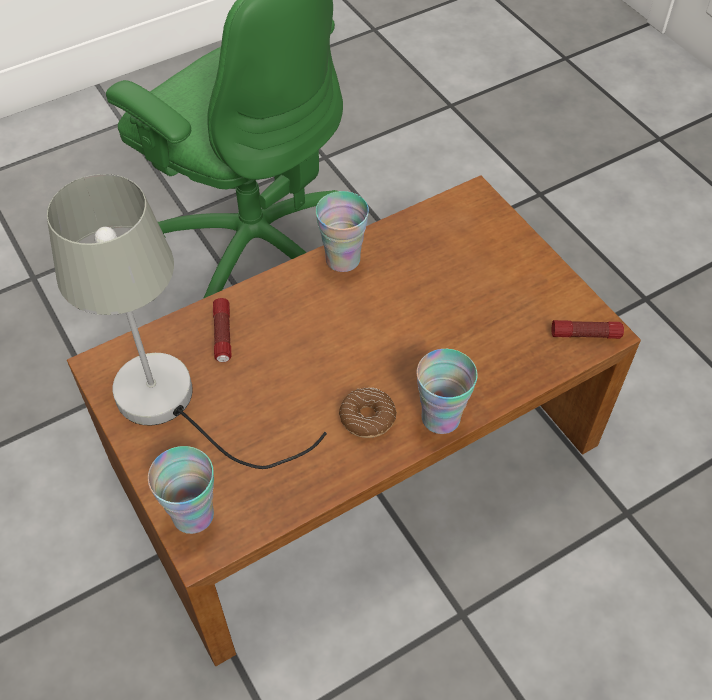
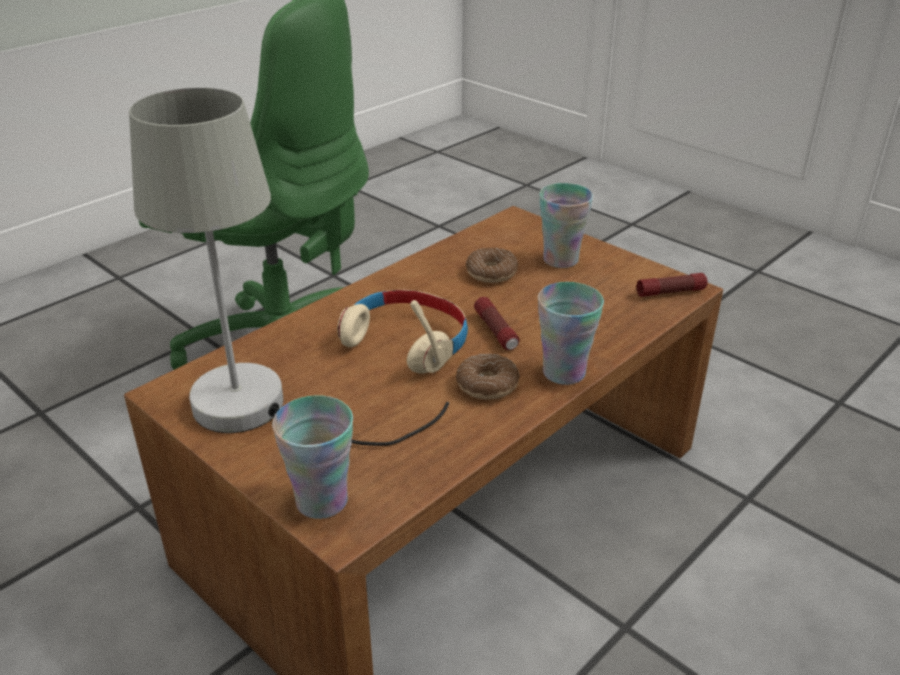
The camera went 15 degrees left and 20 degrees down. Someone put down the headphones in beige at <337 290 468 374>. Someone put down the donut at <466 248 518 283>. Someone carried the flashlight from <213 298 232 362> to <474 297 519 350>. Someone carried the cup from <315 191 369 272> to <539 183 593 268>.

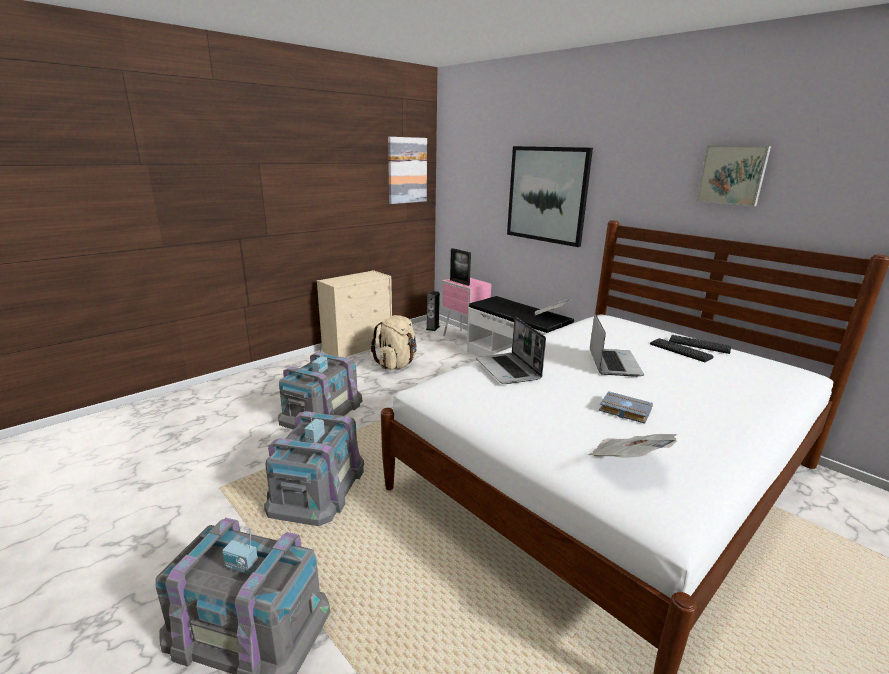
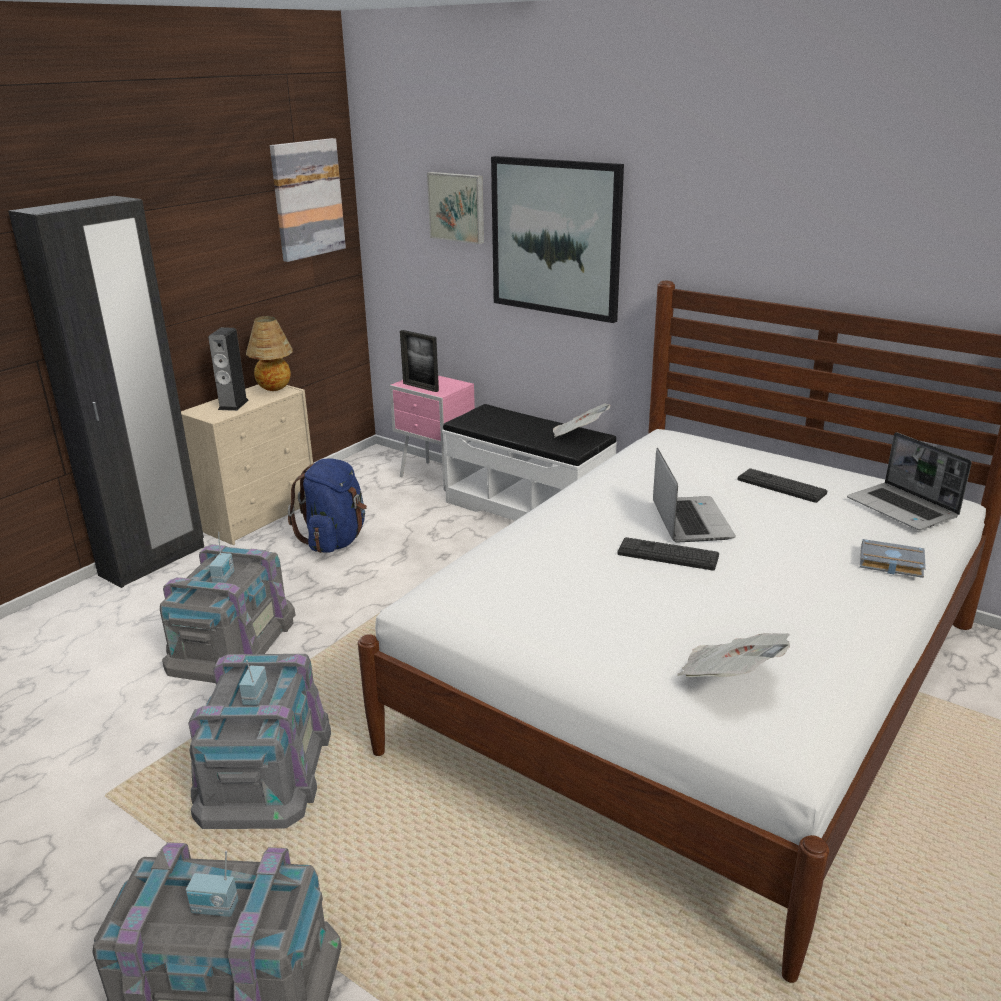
The camera went 10 degrees left and 5 degrees up. Someone put down the wardrobe in black at <8 196 204 588>. Someone put down the table lamp at <246 316 293 391>. Someone carried the speaker from <426 291 440 331> to <208 327 249 411>. Someone carried the laptop from <476 317 546 384> to <847 432 972 530>. Someone carried the book in grey from <599 391 653 424> to <860 539 926 578>. Someone carried the keyboard from <669 335 731 354> to <617 537 719 571>. Someone carried the picture from <696 145 771 206> to <427 172 484 244>. Someone repainted the backpack in beige at <371 315 417 370>, which became the backpack in blue at <288 458 367 553>.

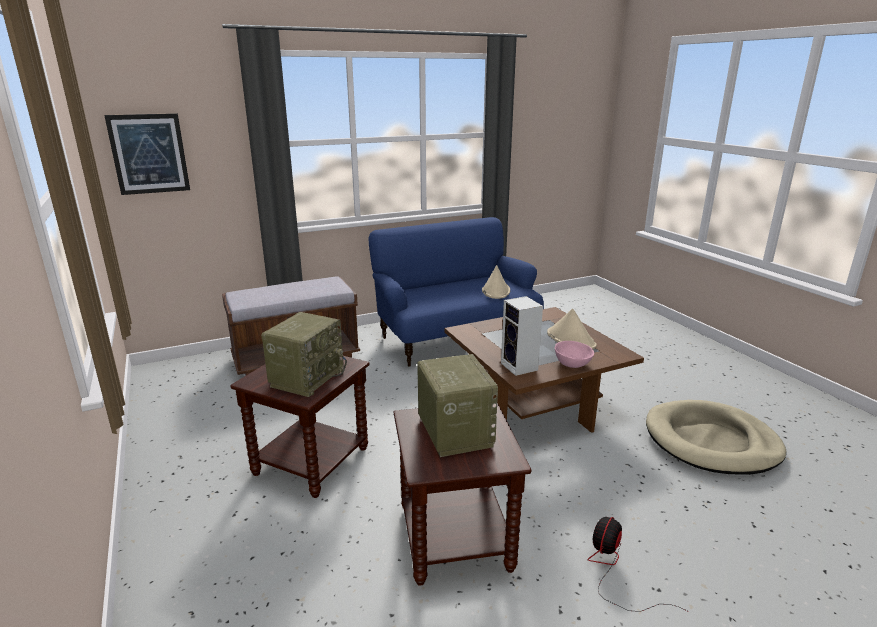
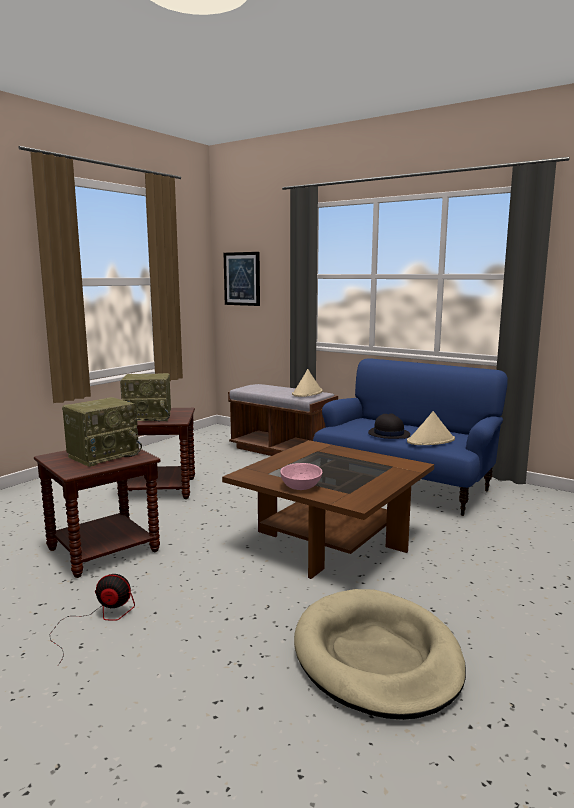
The camera went 60 degrees right and 10 degrees down. Someone took away the speaker at <501 296 543 376>. Someone put down the hat in black at <368 413 410 439>. Someone carried the hat in beige from <547 308 597 349> to <292 369 323 397>.

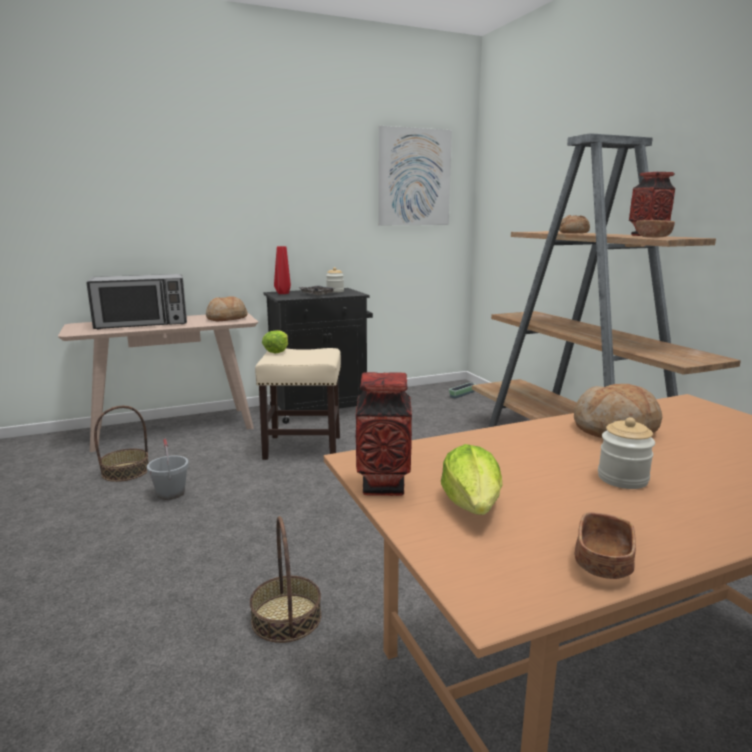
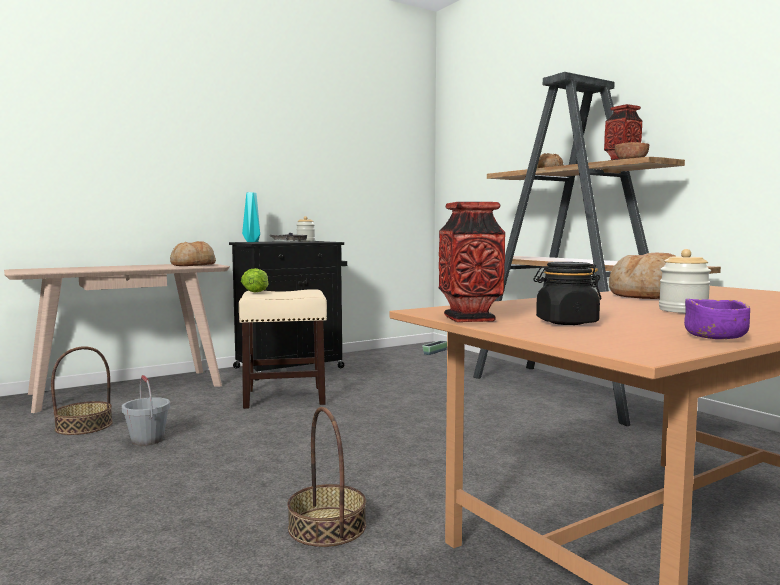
The camera went 10 degrees left and 10 degrees down. Someone took away the microwave at <86 274 187 329>. Someone took away the picture at <379 126 452 225>. Someone swapped the lettuce at <441 444 502 515> for the jar in black at <533 262 601 325>. Someone repainted the vase in red at <274 246 291 294>, which became the vase in turquoise at <242 192 260 242>. Someone repainted the bowl in brown at <575 512 636 579>, which became the bowl in purple at <684 299 750 339>.

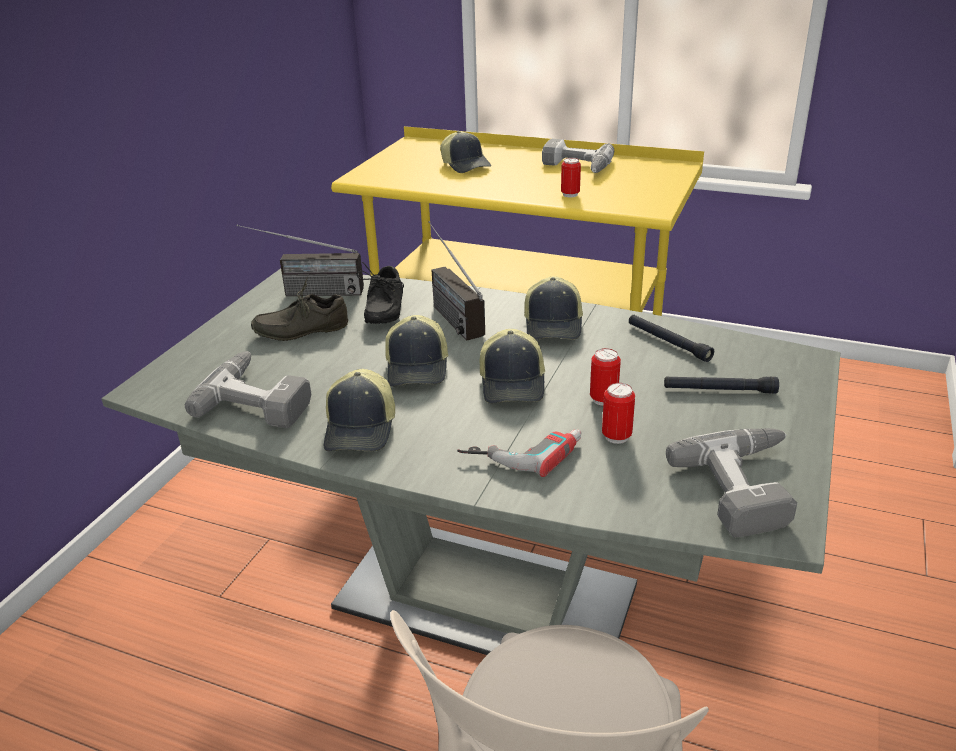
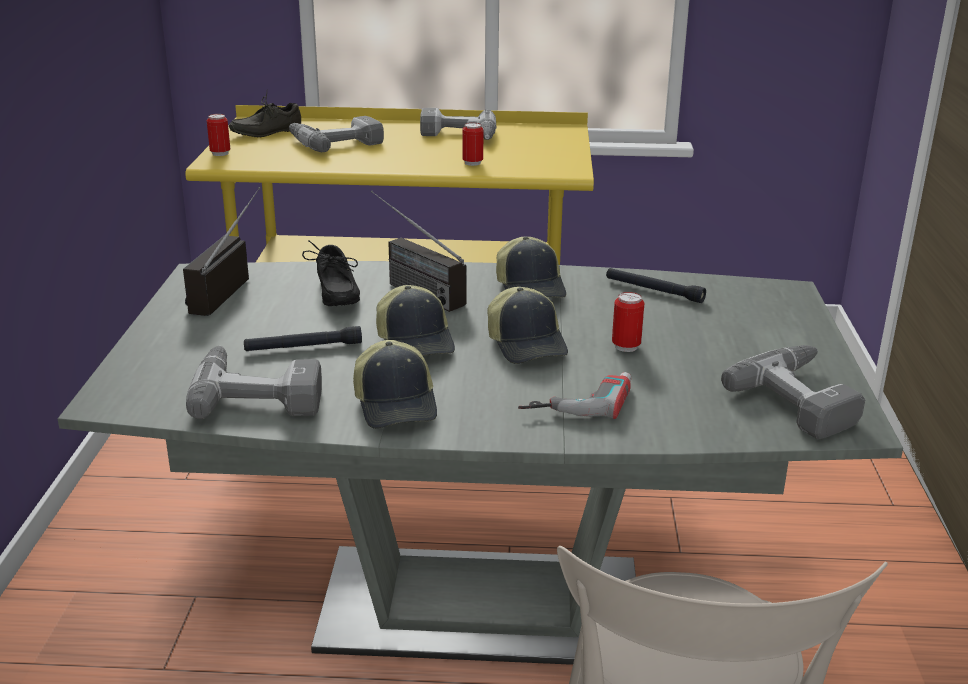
The camera went 20 degrees left and 5 degrees down. Someone carried the shoe in grey from <251 278 348 341> to <229 93 301 138>. Someone carried the can from <602 383 635 444> to <207 114 230 156>. Someone carried the flashlight in black from <664 376 779 394> to <244 326 362 351>. Someone swapped the cap at <440 131 491 173> for the power drill at <289 116 384 152>. Someone rotated the radio at <237 225 364 296> by 120 degrees clockwise.

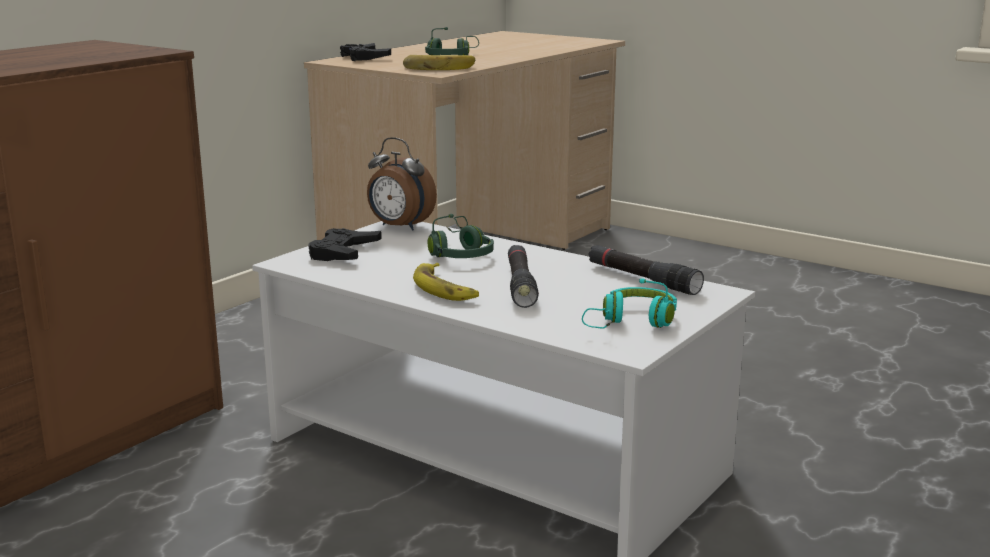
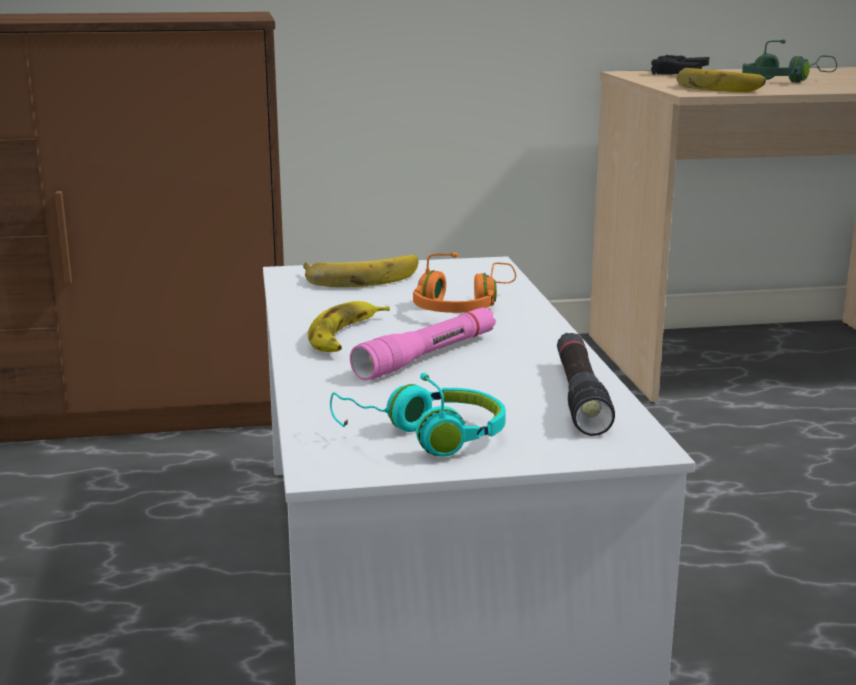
The camera went 45 degrees right and 0 degrees up. Someone took away the alarm clock at <367 137 437 231>. Someone swapped the game controller in black at <308 228 382 261> for the banana at <303 255 419 287>. Someone repainted the headphones in green at <428 214 494 258>, which became the headphones in orange at <413 252 516 313>. Someone repainted the flashlight in black at <508 245 539 308>, which became the flashlight in pink at <350 307 496 381>.

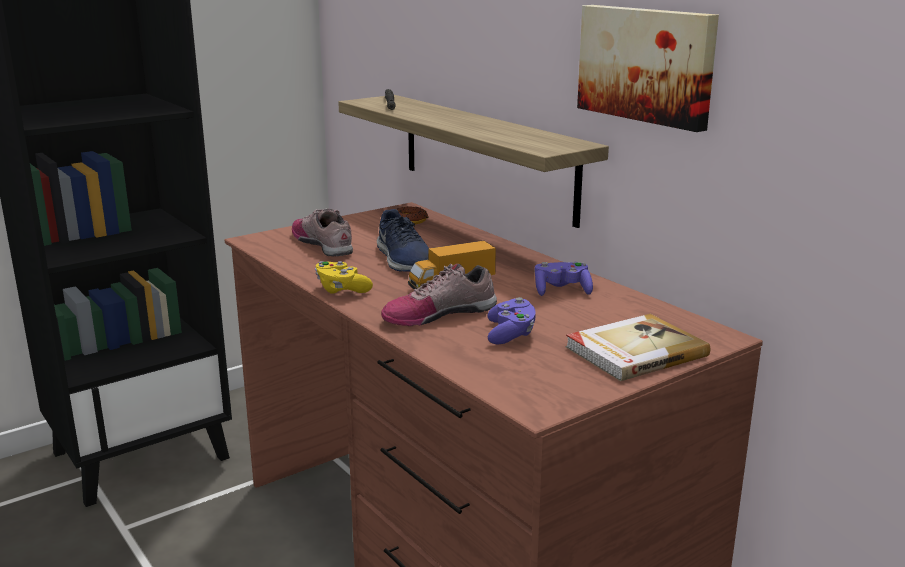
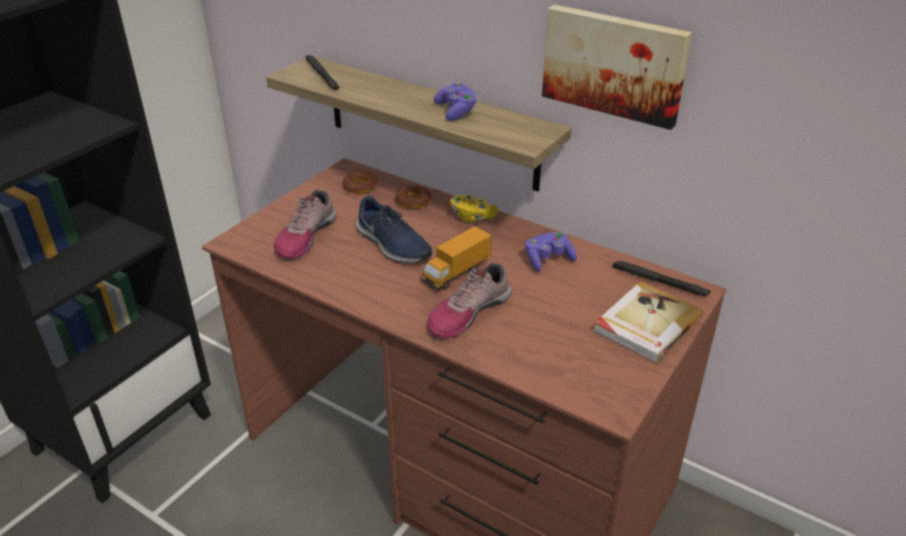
The camera went 20 degrees left and 15 degrees up. Someone put down the donut at <395 186 431 209>. Someone put down the flashlight in black at <612 261 711 296>. Someone carried the game controller in yellow from <315 261 373 294> to <450 195 498 223>. Someone carried the game controller in purple from <487 297 536 344> to <434 82 477 121>. Someone rotated the shoe at <292 209 353 257> by 105 degrees counterclockwise.

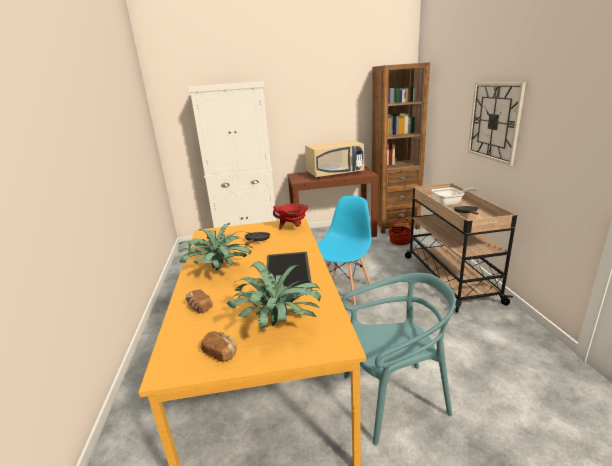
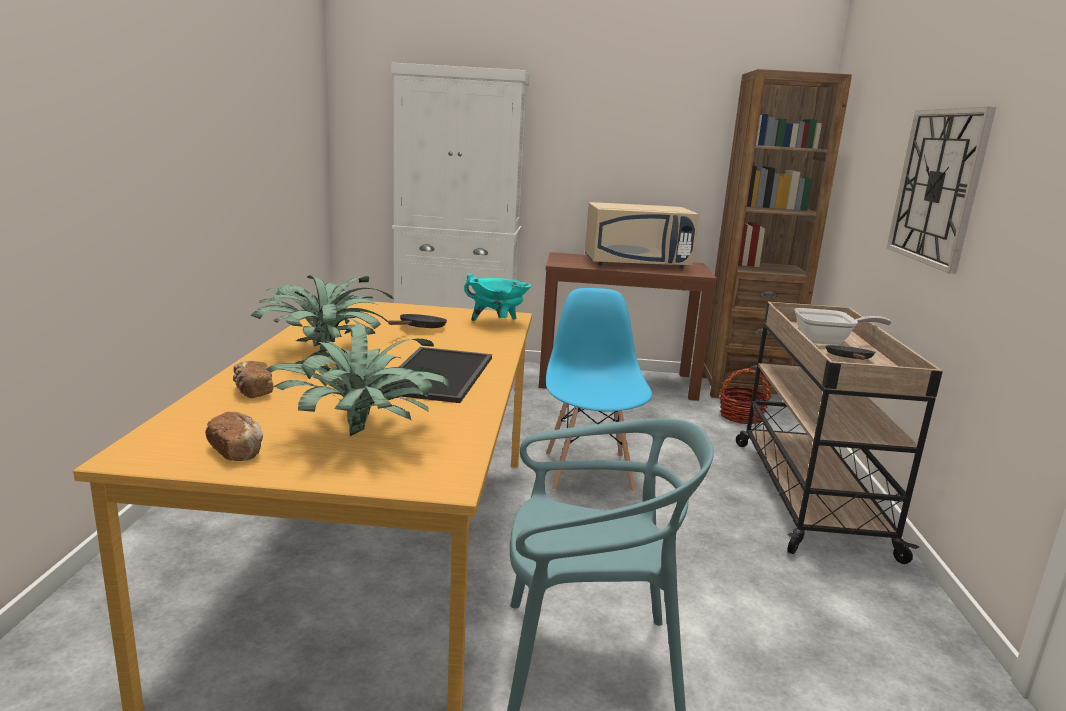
The camera went 10 degrees right and 5 degrees down. Someone repainted the cooking pot in red at <273 203 309 230>, which became the cooking pot in turquoise at <464 274 531 321>. Someone rotated the chair in blue at <317 196 371 305> by 45 degrees counterclockwise.

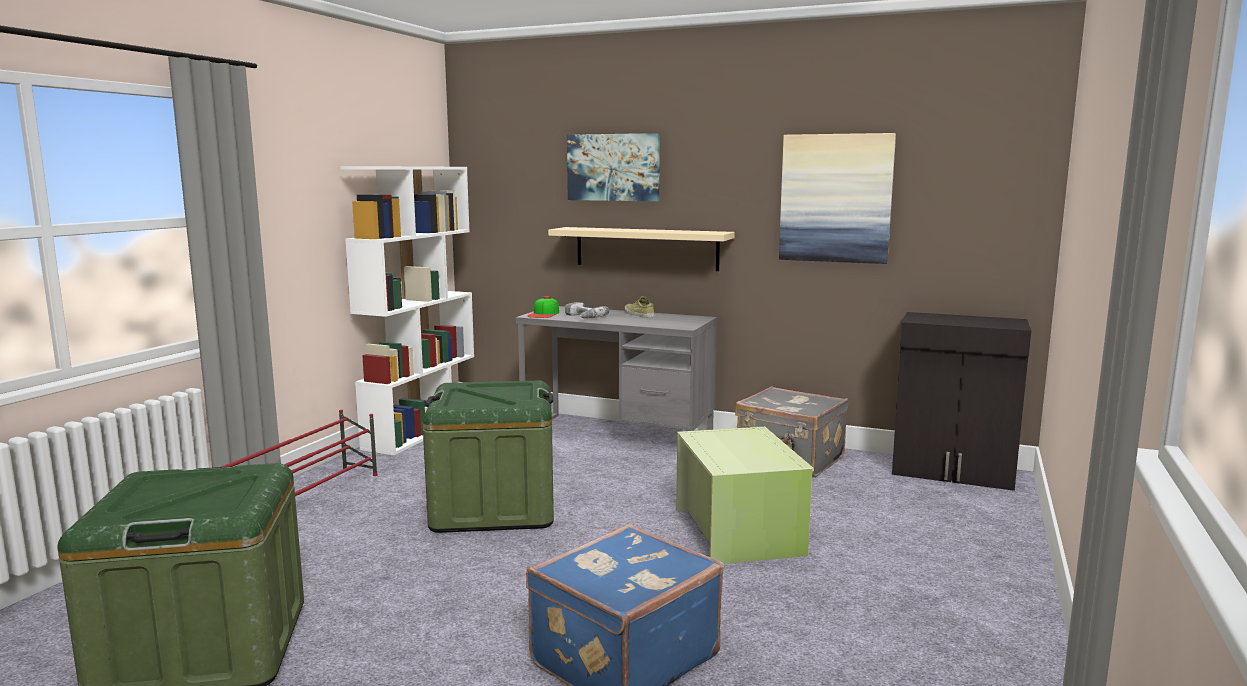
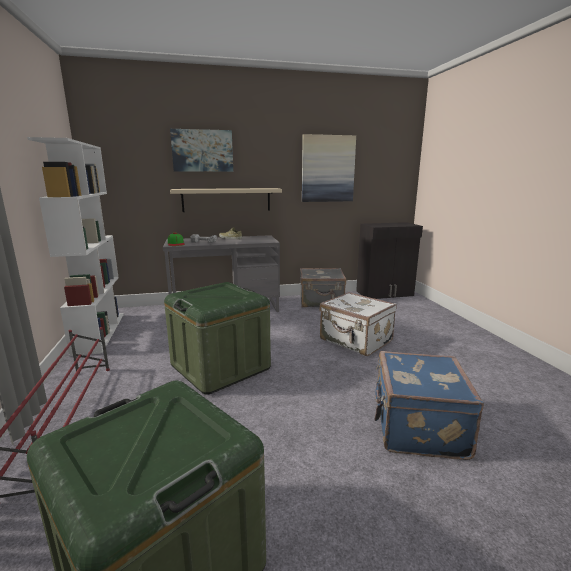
The camera went 35 degrees left and 5 degrees up. Someone swapped the storage box in green at <676 427 814 564> for the suitcase in white at <319 292 397 356>.

